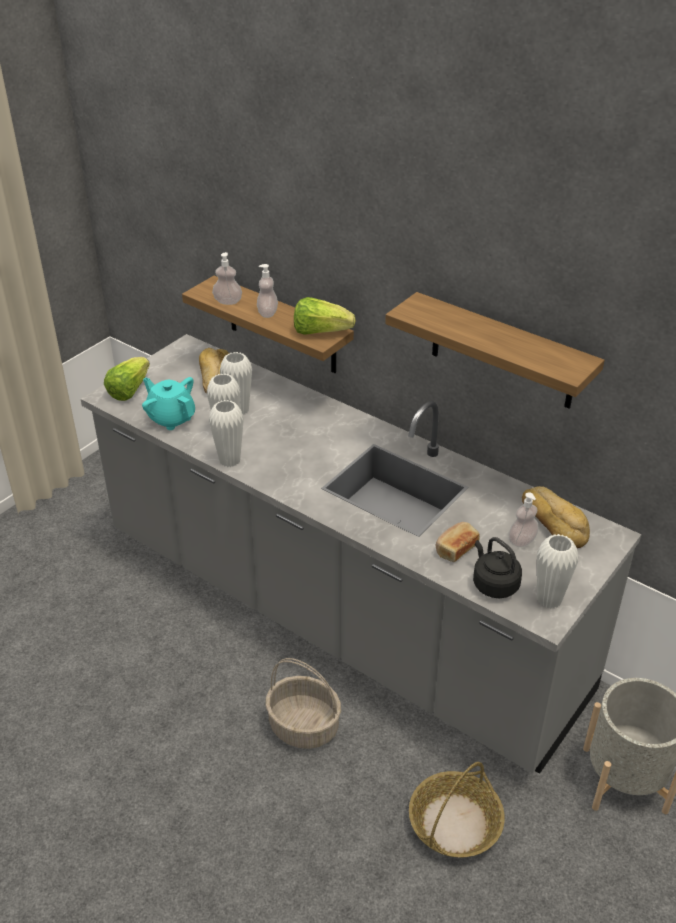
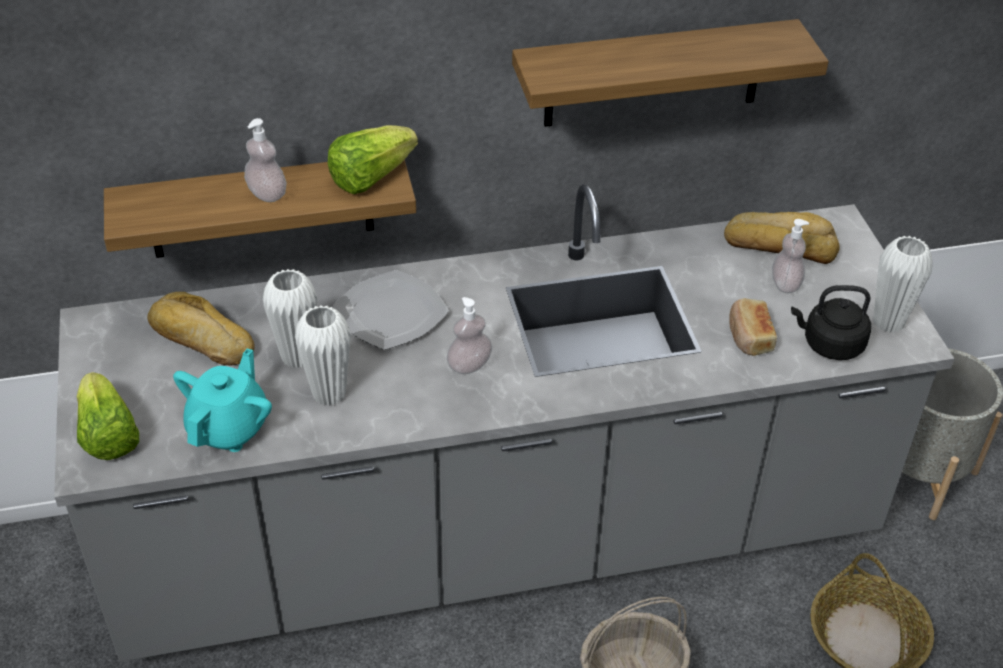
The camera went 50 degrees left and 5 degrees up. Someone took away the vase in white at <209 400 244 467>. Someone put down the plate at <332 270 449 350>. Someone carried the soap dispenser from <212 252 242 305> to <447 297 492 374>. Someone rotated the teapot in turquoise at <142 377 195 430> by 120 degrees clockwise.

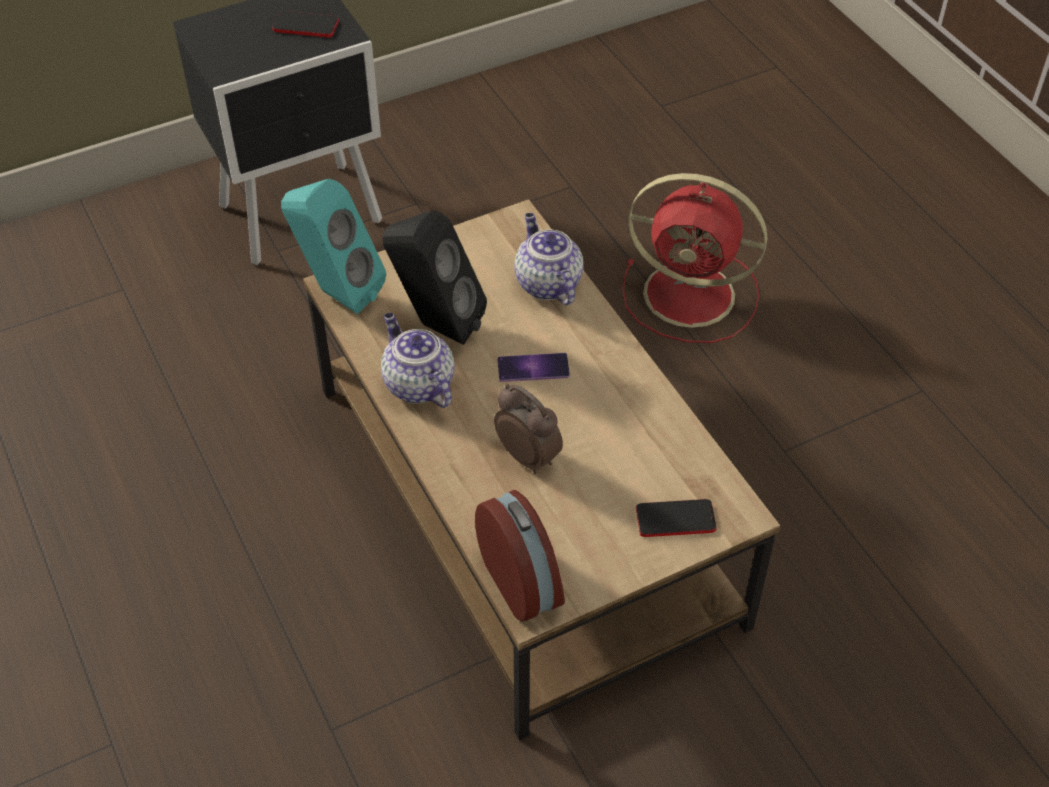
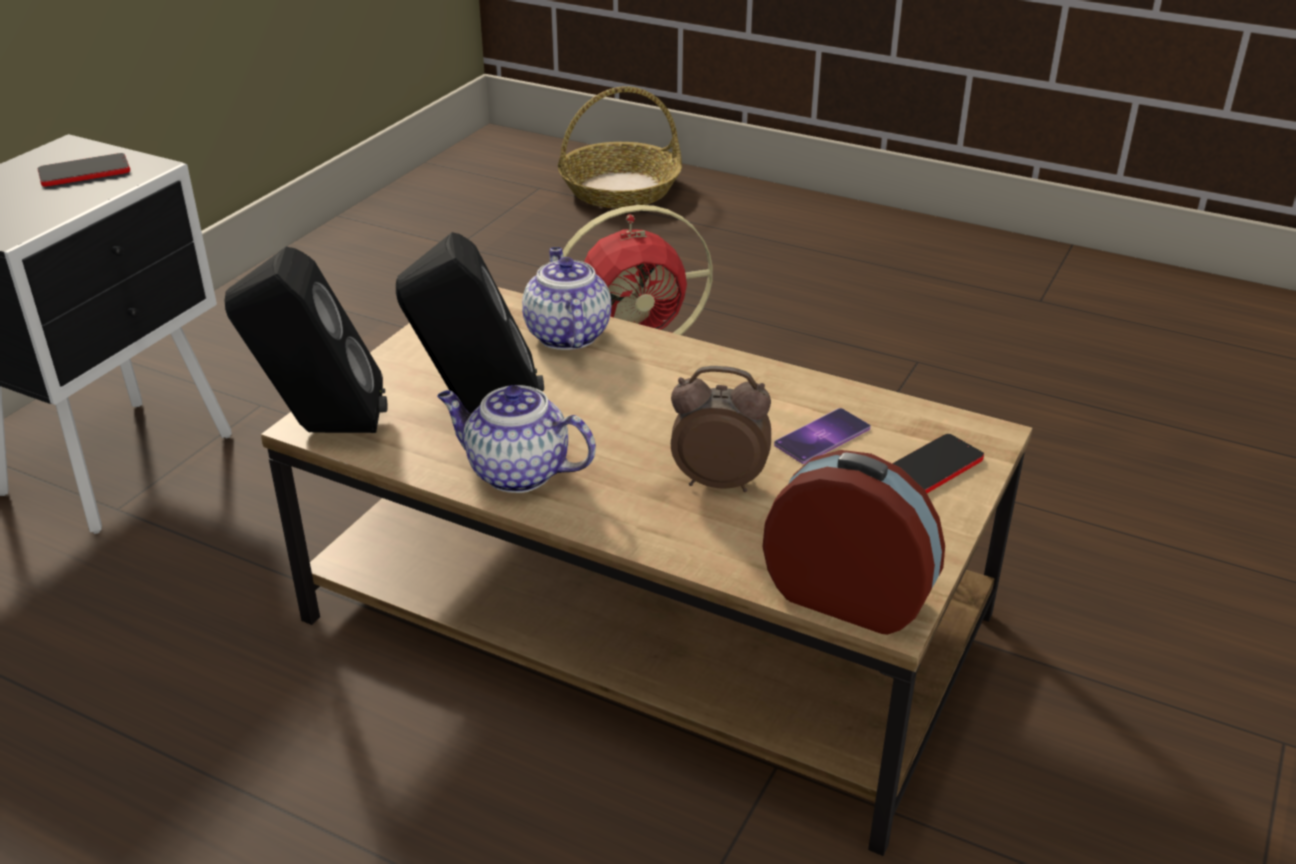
The camera went 35 degrees left and 15 degrees down. Someone put down the basket at <558 86 682 208>. Someone carried the phone from <497 353 570 382> to <774 408 871 464>. Someone repainted the speaker in turquoise at <281 179 386 314>, which became the speaker in black at <224 247 388 433>. Someone rotated the teapot at <514 213 584 305> by 45 degrees clockwise.

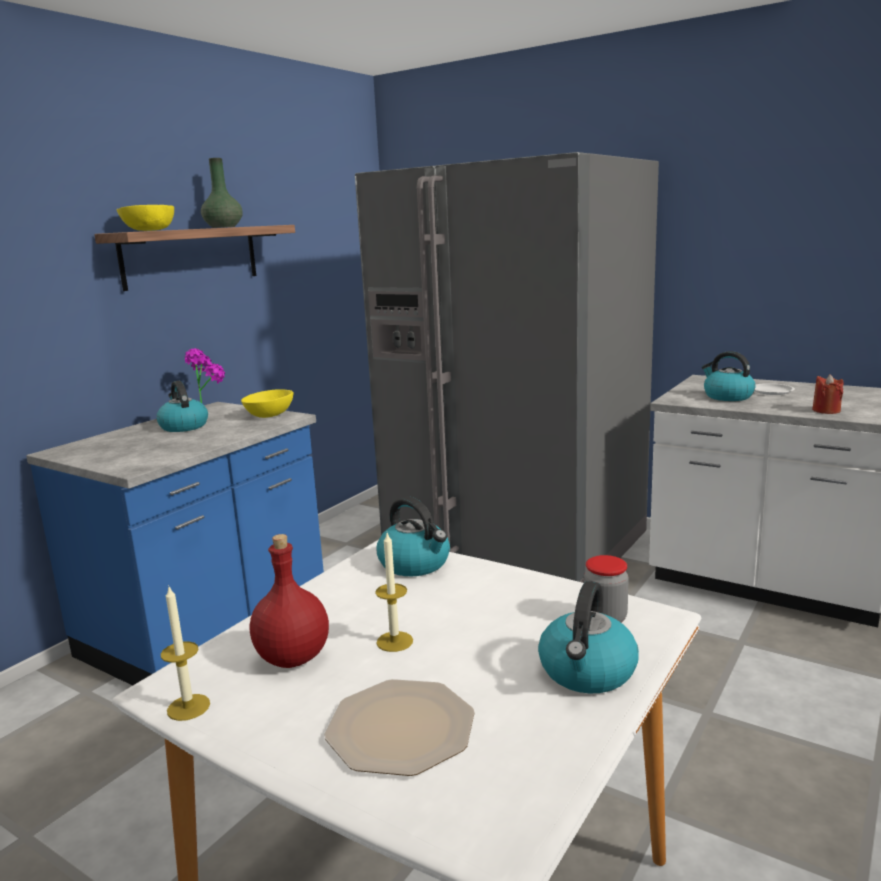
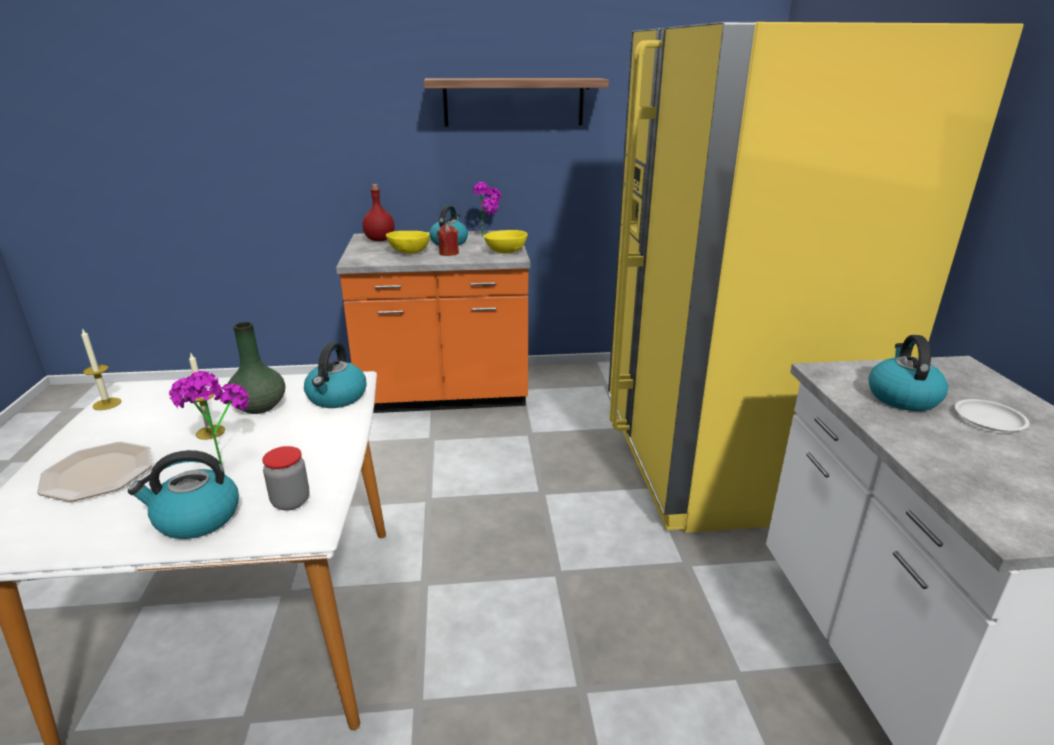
The camera went 50 degrees right and 10 degrees up. Someone put down the potted plant at <169 371 249 466>. Someone carried the bowl in yellow from <116 205 174 231> to <386 231 430 253>. Someone carried the vase in green from <201 158 243 228> to <228 322 285 414>. Someone carried the bottle in red from <250 534 329 668> to <363 184 395 241>. Someone carried the candle in red from <812 374 843 414> to <437 225 459 256>. Someone repainted the counter in blue at <26 402 324 685>, which became the counter in orange at <336 230 530 413>. Someone repainted the fridge in grey at <355 152 659 583>, which became the fridge in yellow at <608 22 1024 533>.

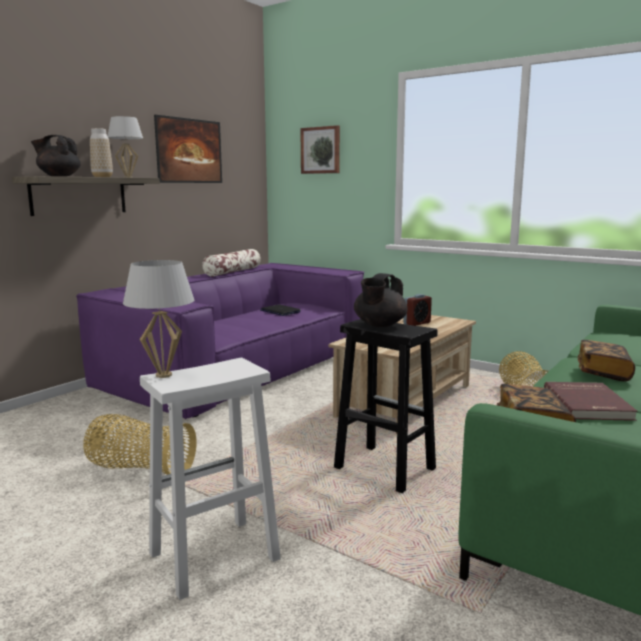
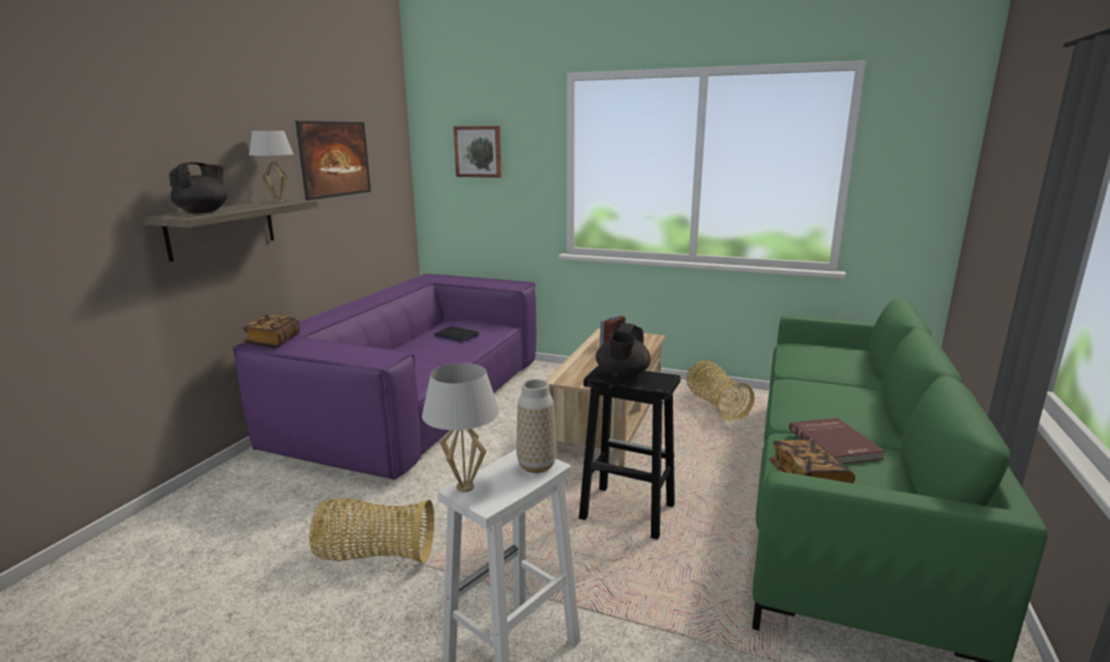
The camera went 15 degrees left and 5 degrees up. Someone took away the pillow at <202 249 261 277>. Someone carried the vase from <90 128 113 177> to <516 379 557 473>. Someone carried the book from <578 340 635 381> to <243 315 300 348>. Someone rotated the teapot in black at <31 135 81 177> by 120 degrees clockwise.

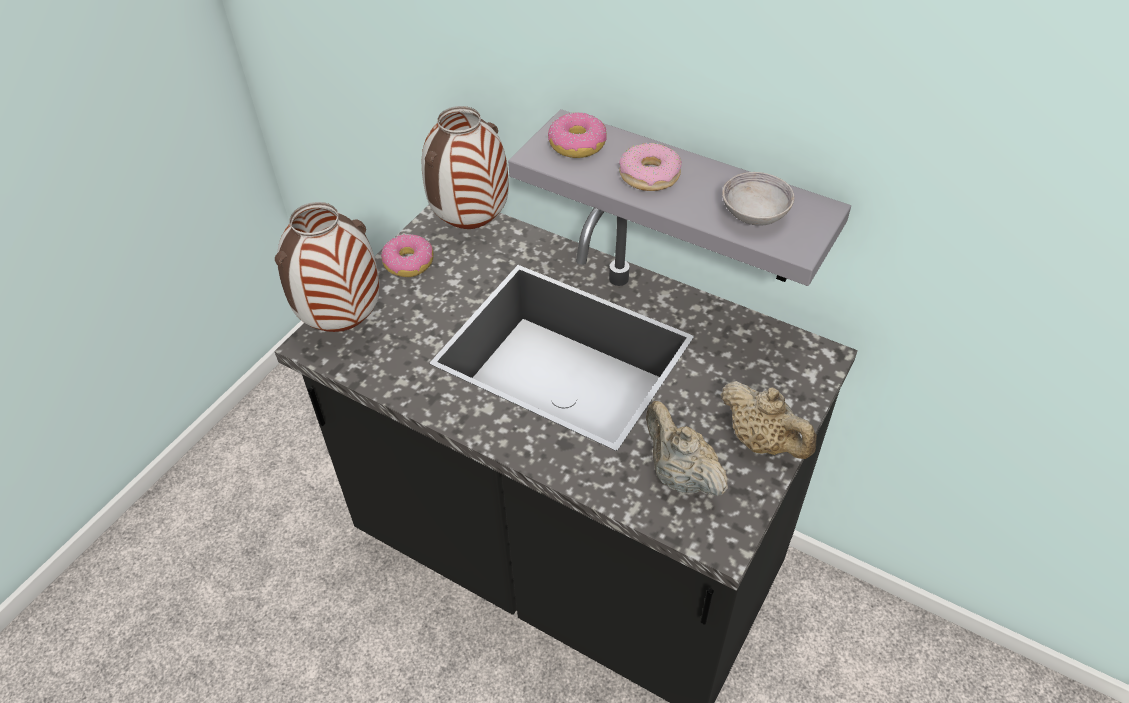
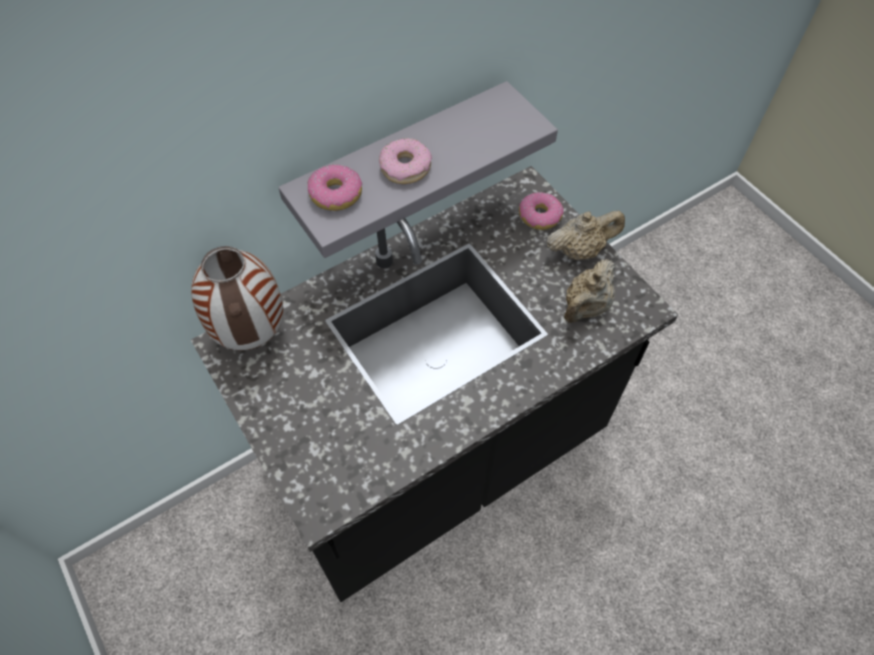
The camera went 65 degrees left and 10 degrees up. Someone took away the vase at <275 202 380 332>. Someone took away the bowl in grey at <722 172 794 226>. Someone carried the donut from <381 234 434 277> to <519 192 564 230>. Someone rotated the teapot in beige at <646 401 728 496> by 45 degrees counterclockwise.

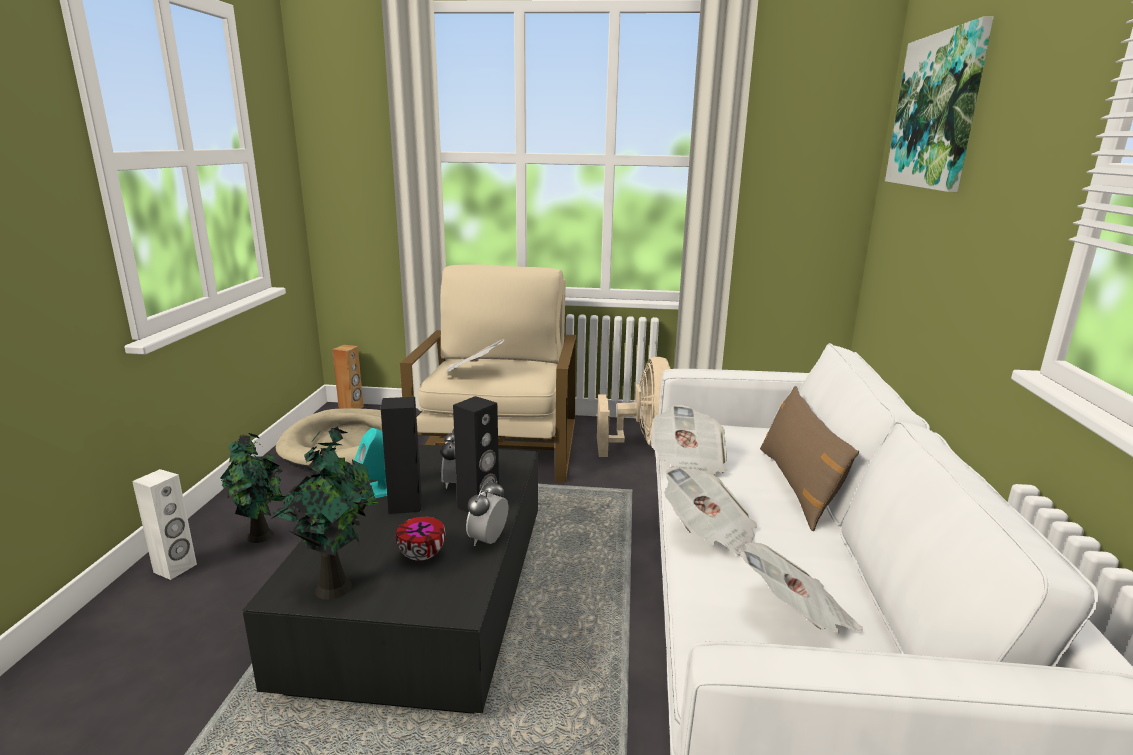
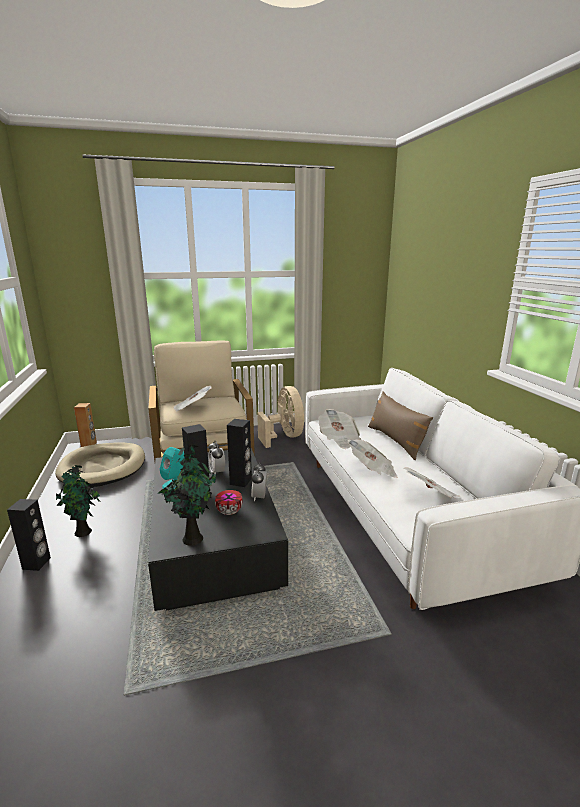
The camera went 20 degrees left and 0 degrees up. Someone took away the picture at <885 17 994 192>. Someone repainted the speaker in white at <132 469 197 580>, which became the speaker in black at <7 499 51 571>.

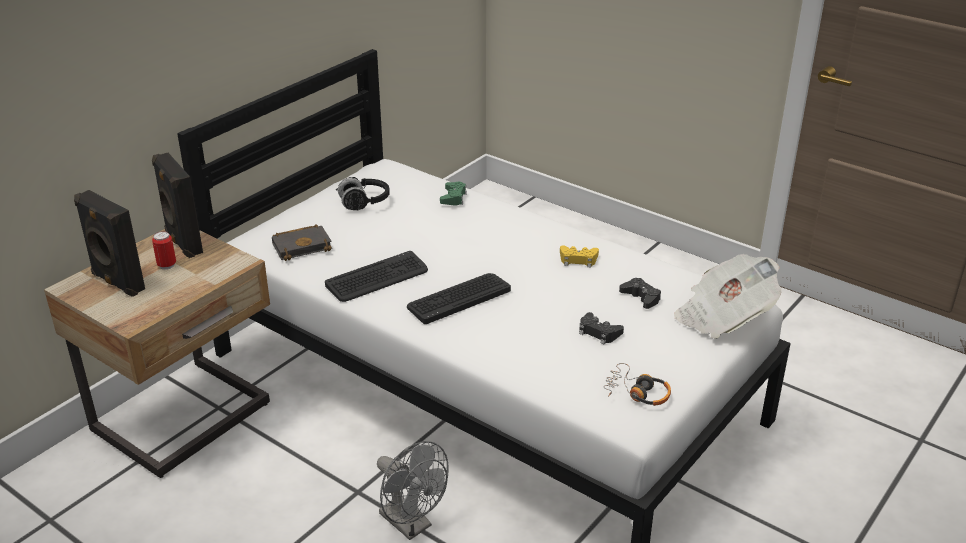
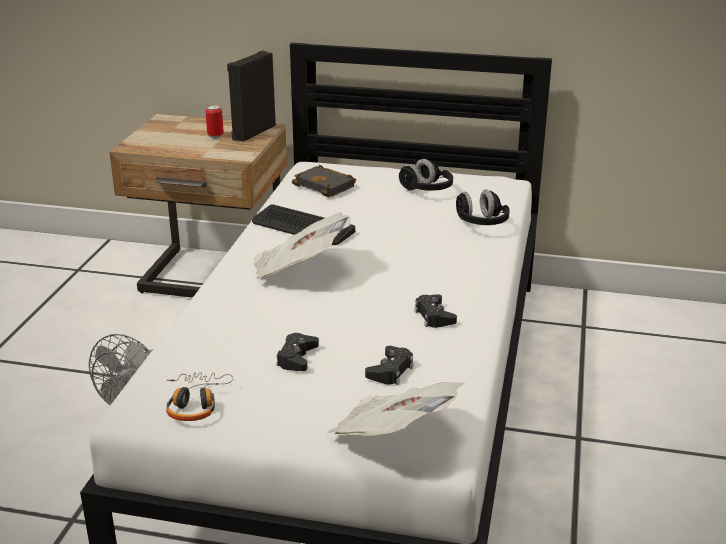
The camera went 65 degrees right and 5 degrees down. Someone took away the speaker in black at <74 190 145 297>. Someone swapped the keyboard at <407 273 511 324> for the newspaper at <254 212 351 279>. Someone swapped the game controller in green at <440 182 467 206> for the headphones in black at <456 189 510 225>. Someone repainted the game controller in yellow at <560 245 599 267>, which became the game controller in black at <414 294 457 328>.

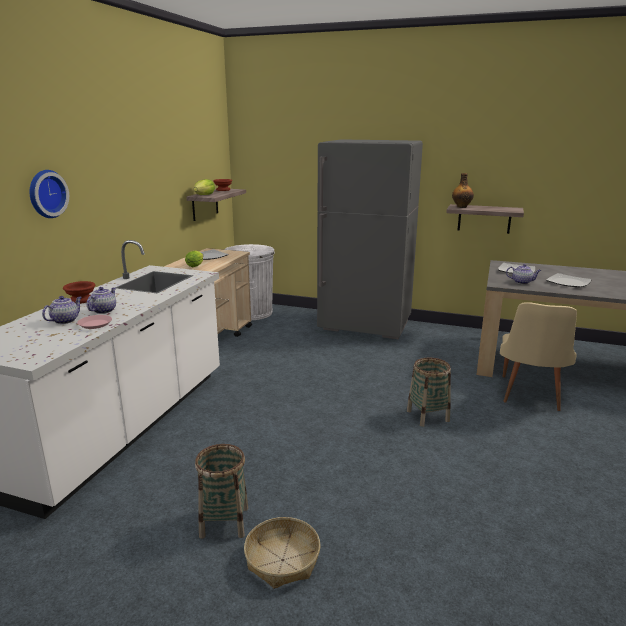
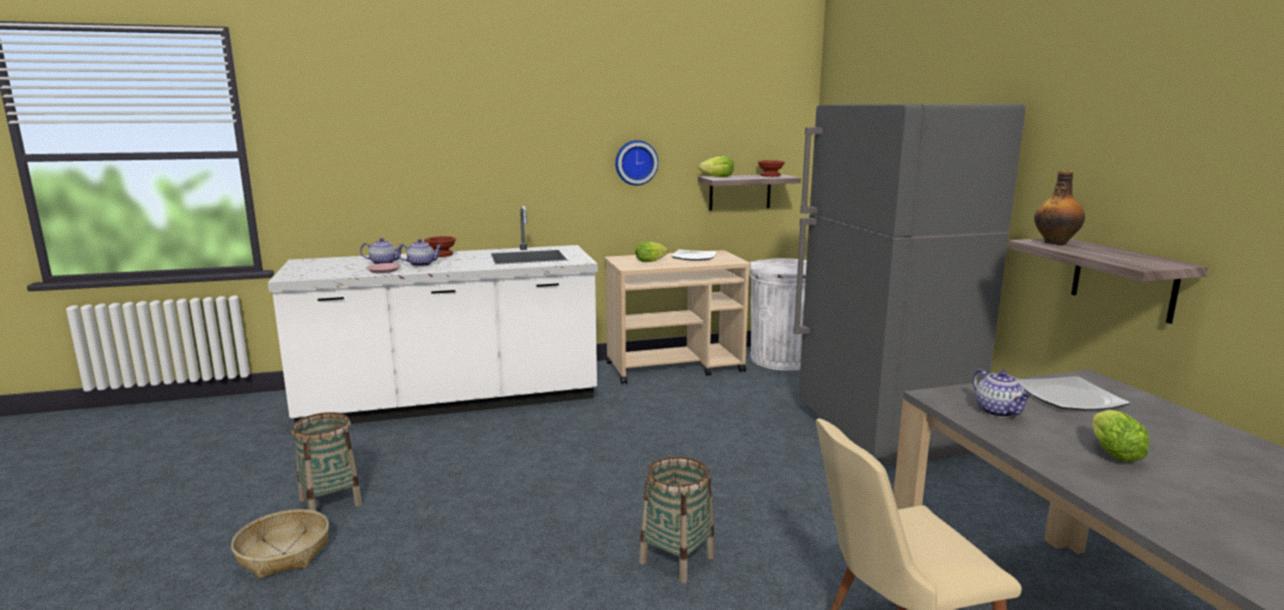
The camera went 55 degrees right and 5 degrees down. Someone carried the wall clock from <30 170 69 218> to <615 140 658 186>. Someone swapped the plate at <546 273 592 287> for the lettuce at <1092 410 1149 462>.

